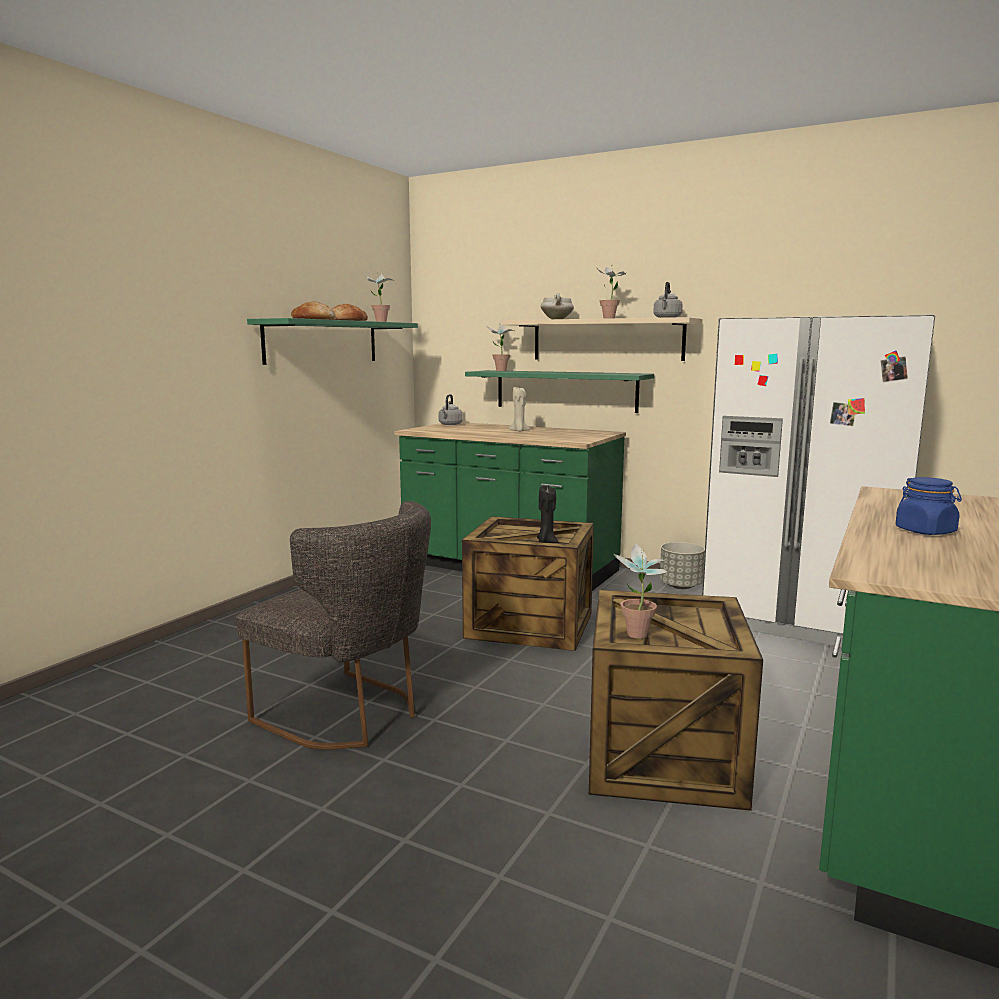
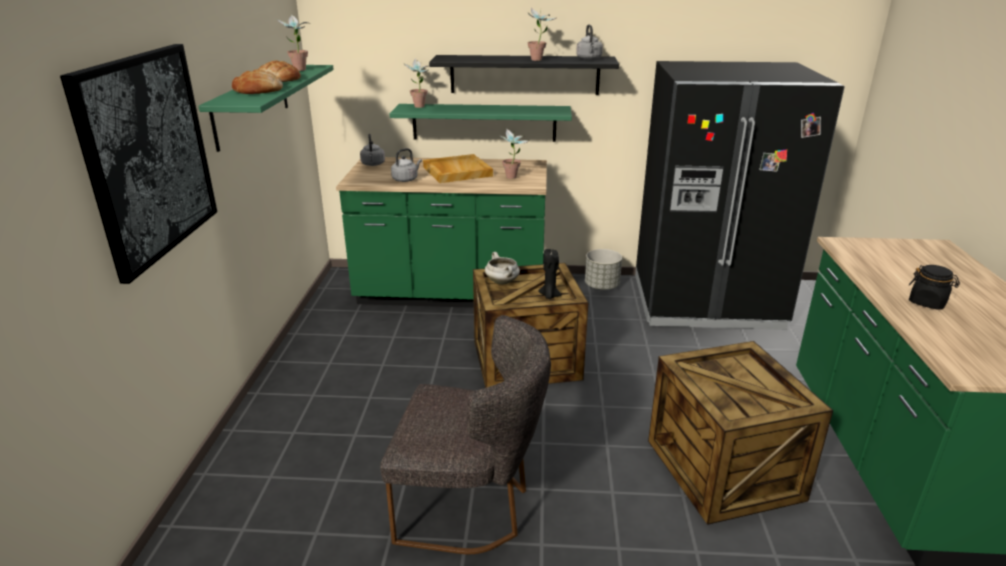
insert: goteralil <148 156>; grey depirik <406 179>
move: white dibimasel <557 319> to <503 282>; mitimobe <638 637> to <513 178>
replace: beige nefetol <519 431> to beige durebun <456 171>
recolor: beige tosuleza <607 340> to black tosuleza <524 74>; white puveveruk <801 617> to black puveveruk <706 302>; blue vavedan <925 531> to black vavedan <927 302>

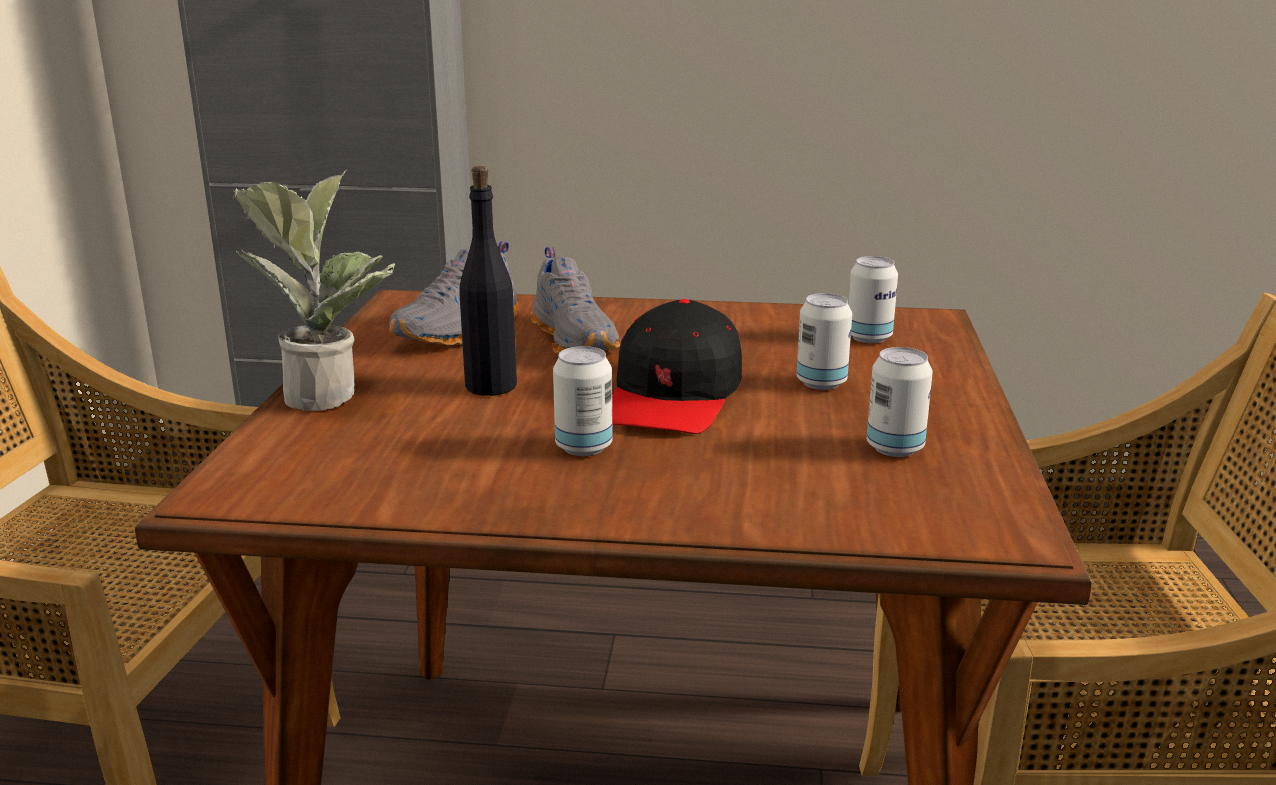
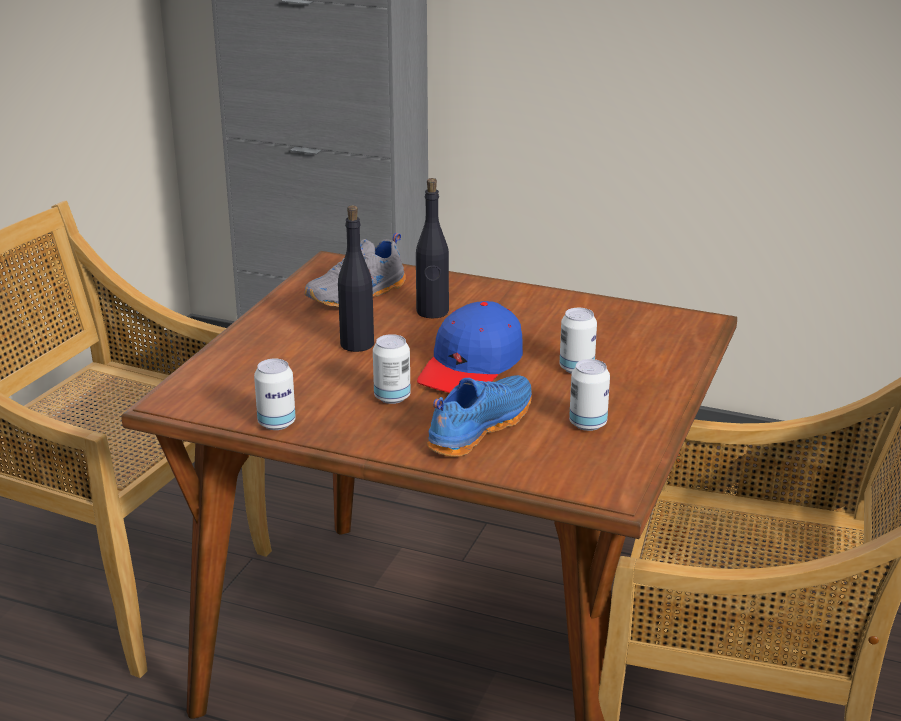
delete: mitimobe <330 391>
insert: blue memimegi <477 428>
move: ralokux <869 337> to <276 423>
replace: grey memimegi <576 339> to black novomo <432 312>
recolor: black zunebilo <675 396> to blue zunebilo <471 367>

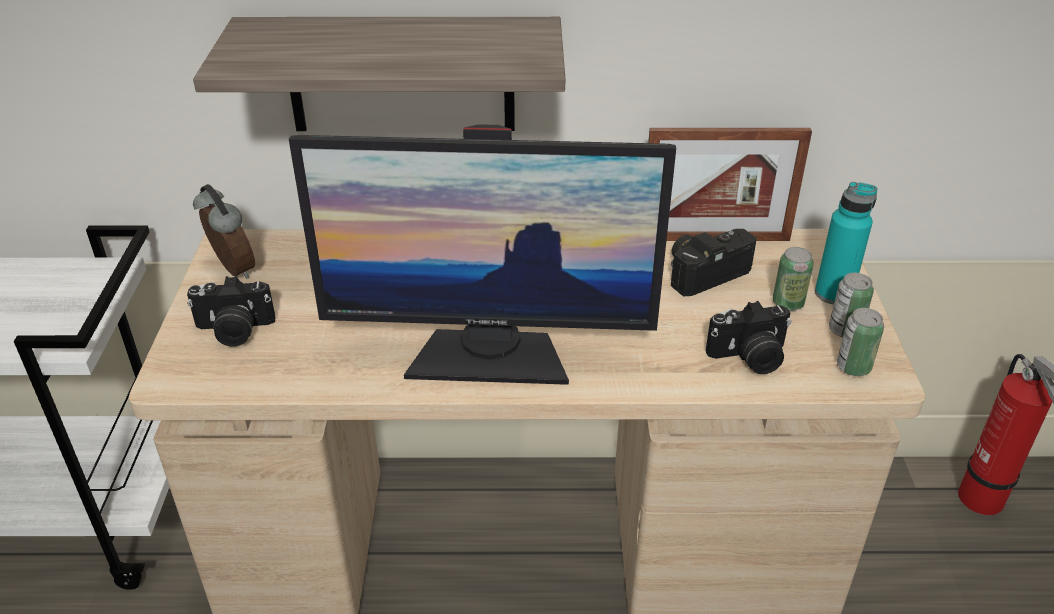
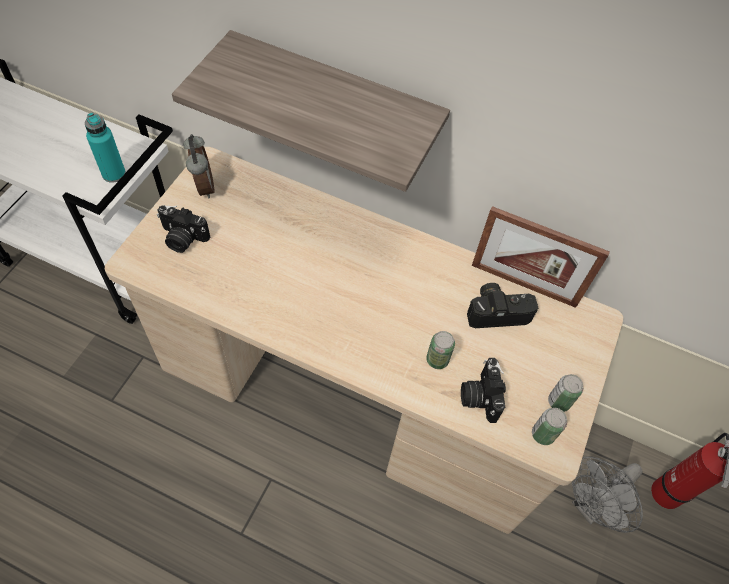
delete: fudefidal <489 354>
insert: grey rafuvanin <590 506>
move: turquoise novomo <833 294> to <114 174>; ralokux <788 303> to <437 360>
rotate: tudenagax <749 358> = <479 396> 75 degrees clockwise

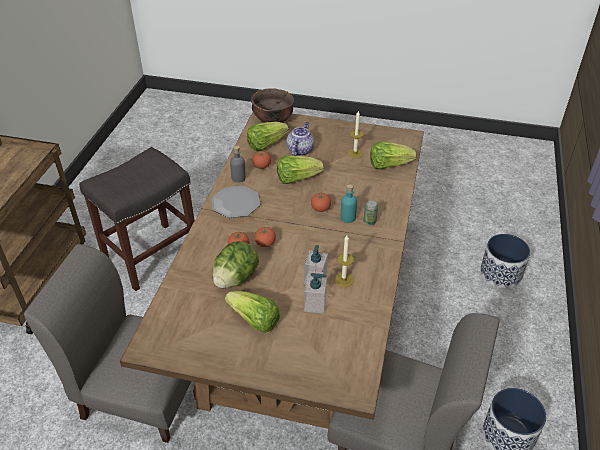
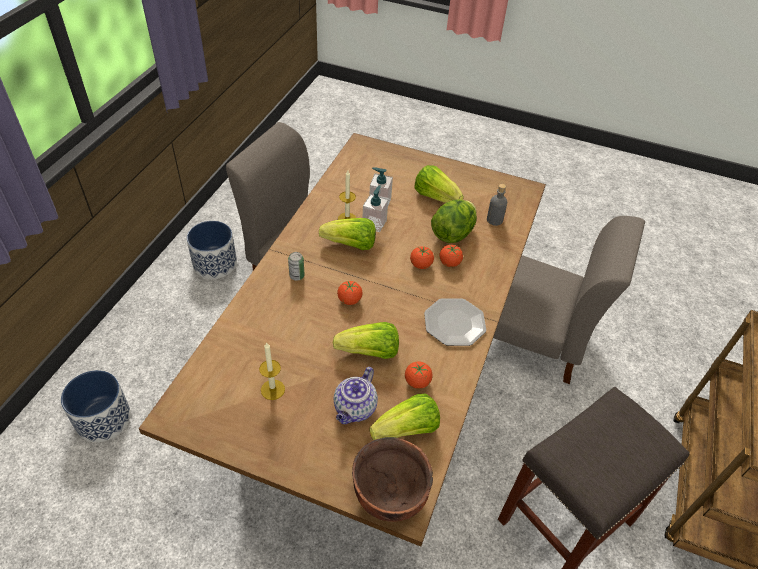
delete: turquoise novomo <348 218>
move: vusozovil <388 165> to <350 245>; grey novomo <238 178> to <494 220>

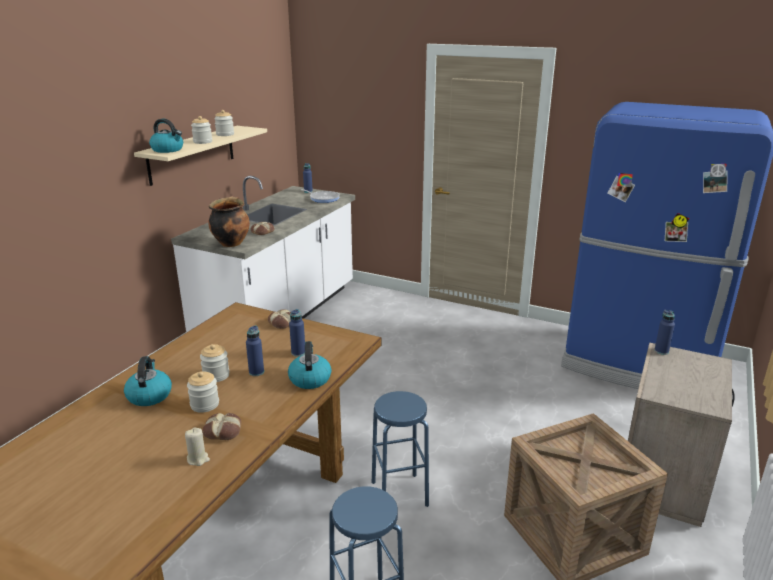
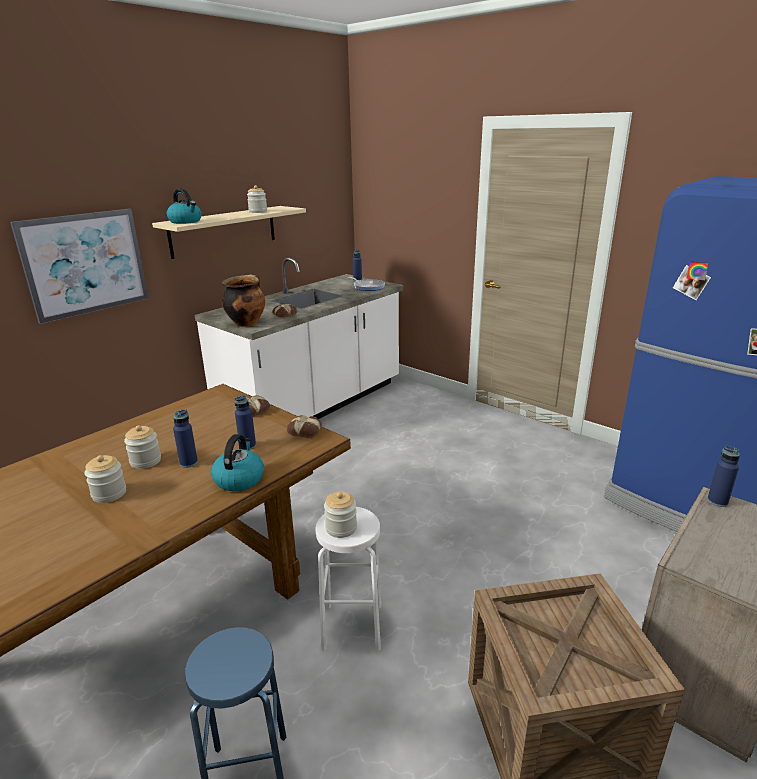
delete: depirik <149 395>; beige nefetol <198 459>
insert: goteralil <85 263>
move: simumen <223 430> to <305 431>; vavedan <203 142> to <341 528>
recolor: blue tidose <399 493> to white tidose <352 627>

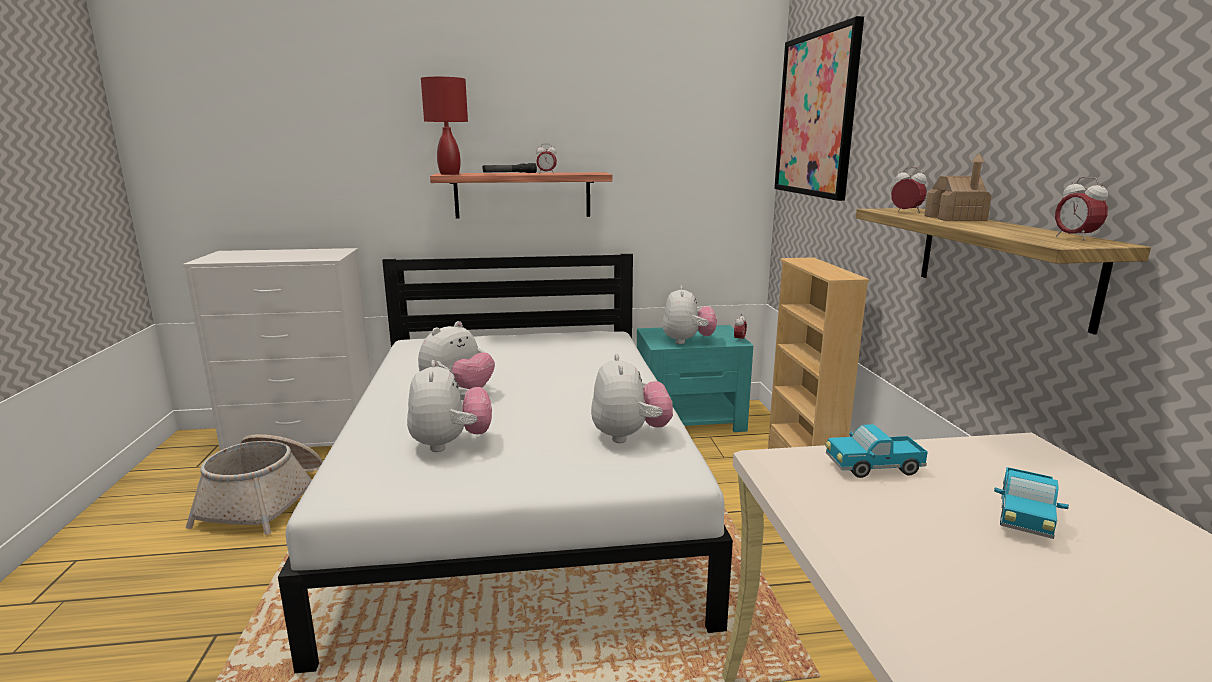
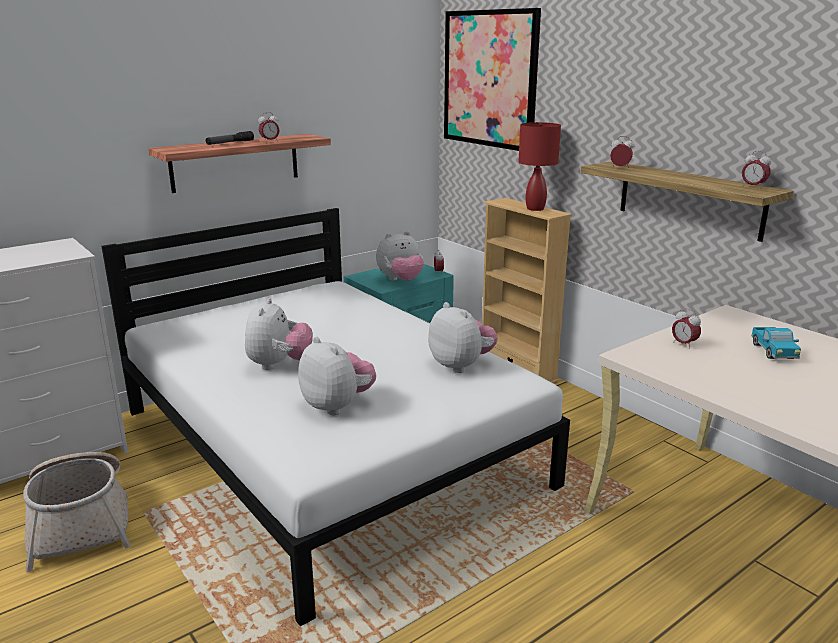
delete: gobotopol <955 218>
move: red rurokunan <450 174> to <535 208>
replace: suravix <872 467> to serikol <683 344>
rotate: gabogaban <687 341> = <400 280> 90 degrees clockwise

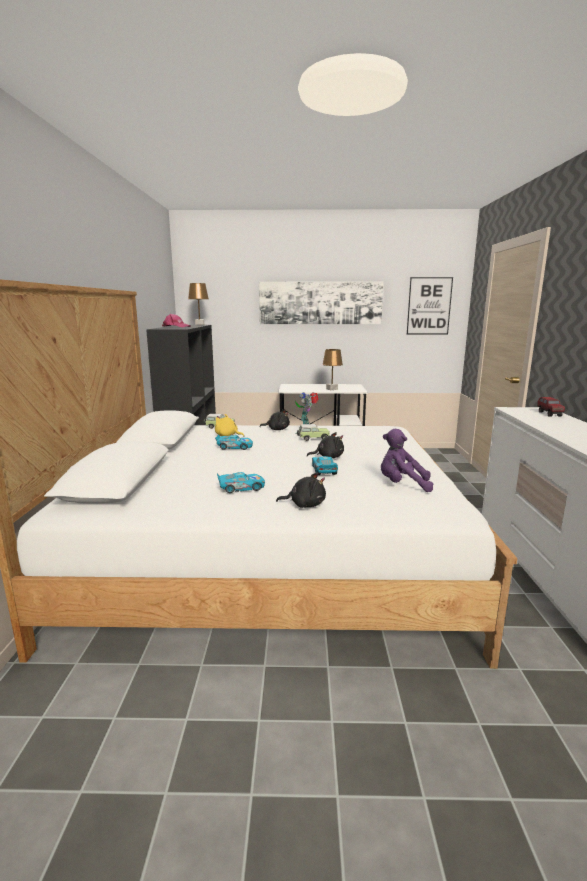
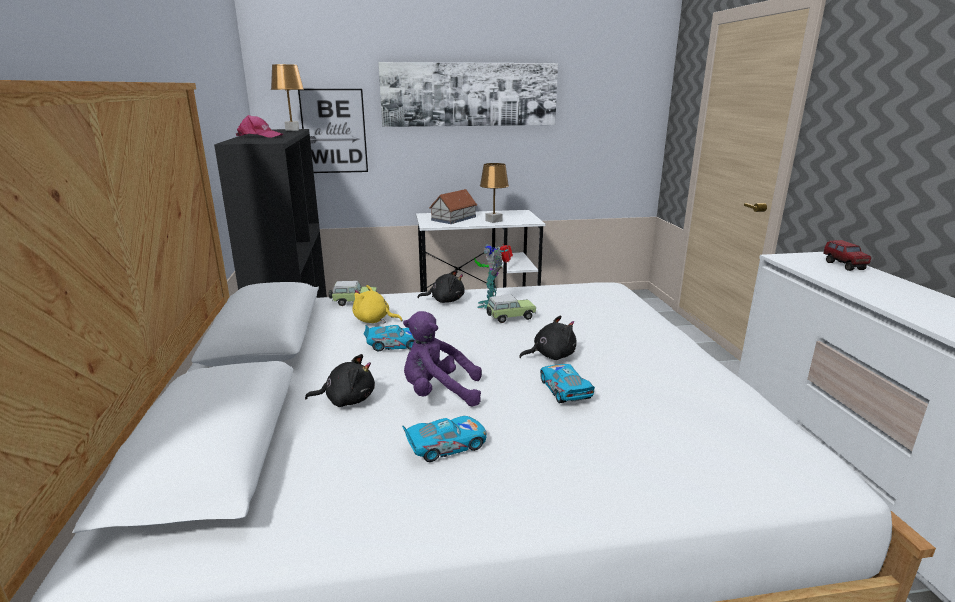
insert: gobotopol <454 218>
move: goteralil <429 306> to <334 131>; black gabogaban <305 505> to <347 400>; purple gabogaban <402 485> to <439 393>

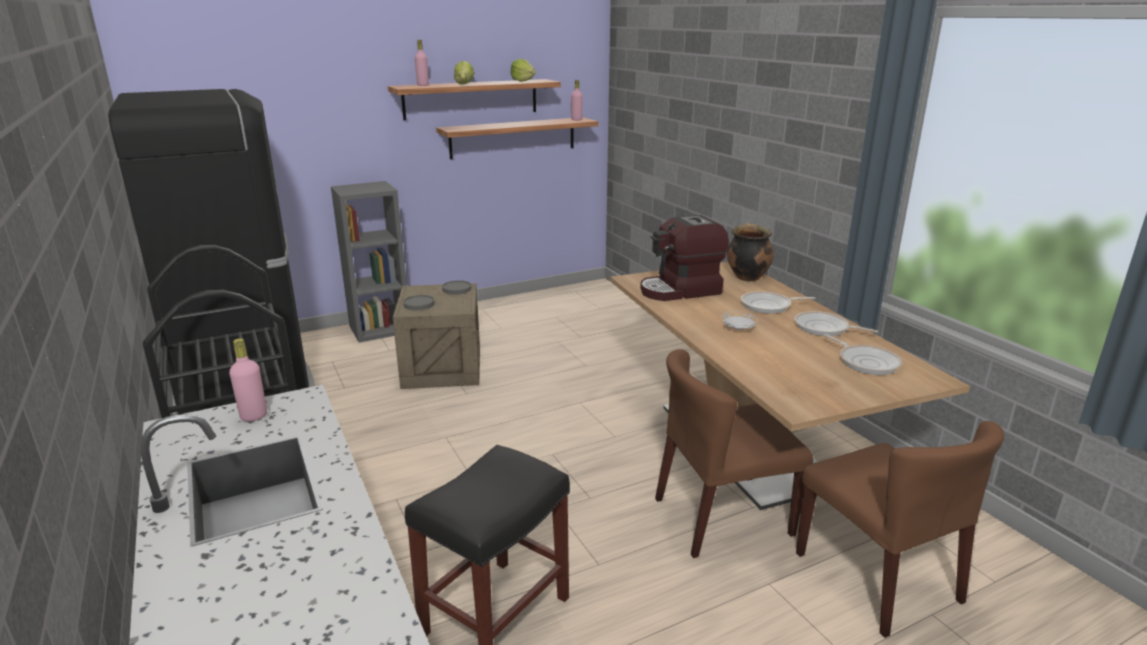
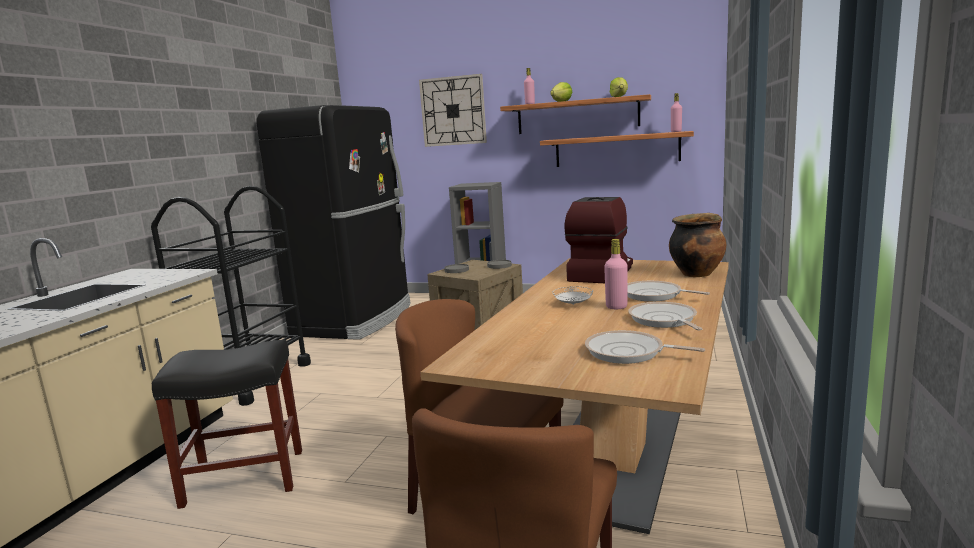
insert: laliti <453 111>
move: pink novomo <253 416> to <616 307>
rotate: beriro <680 290> = <600 273> 90 degrees clockwise; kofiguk <866 362> = <628 353> 105 degrees clockwise

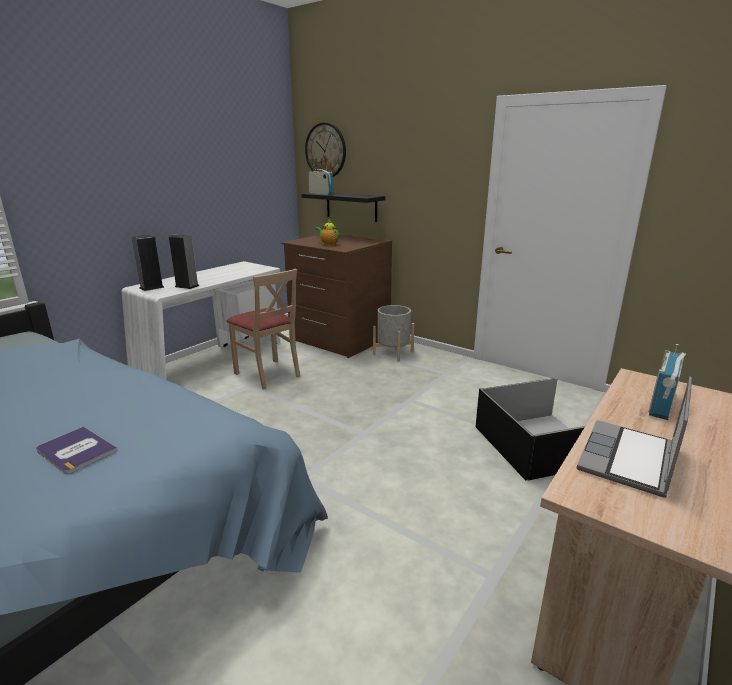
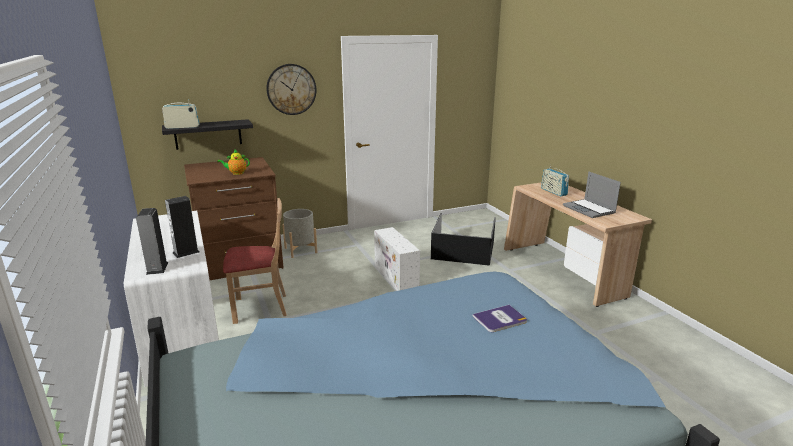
insert: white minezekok <396 278>
move: laliti <326 150> to <291 89>

